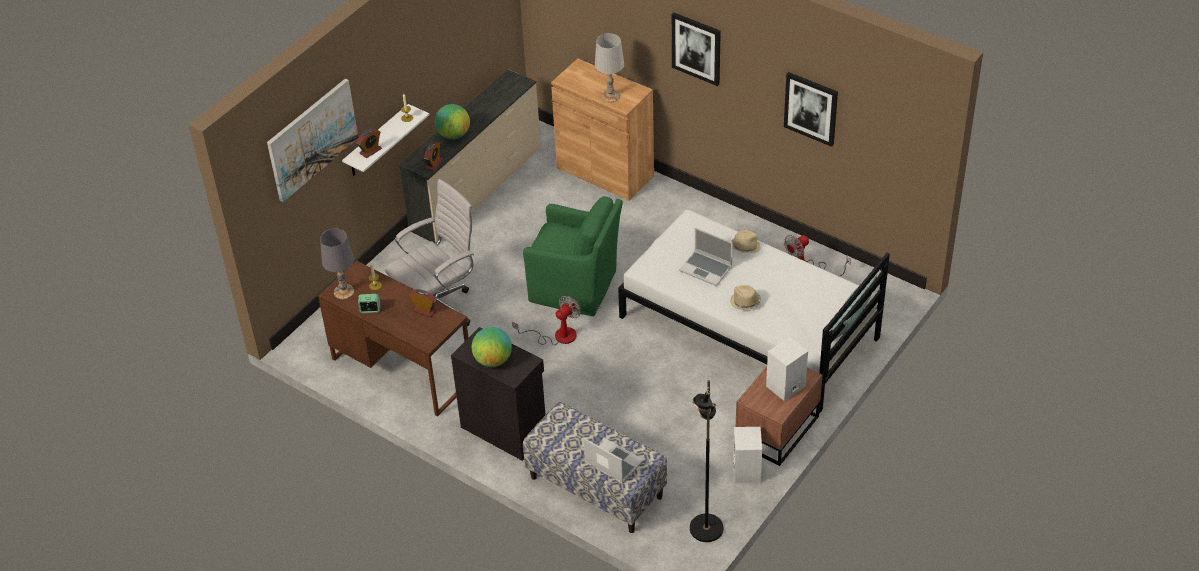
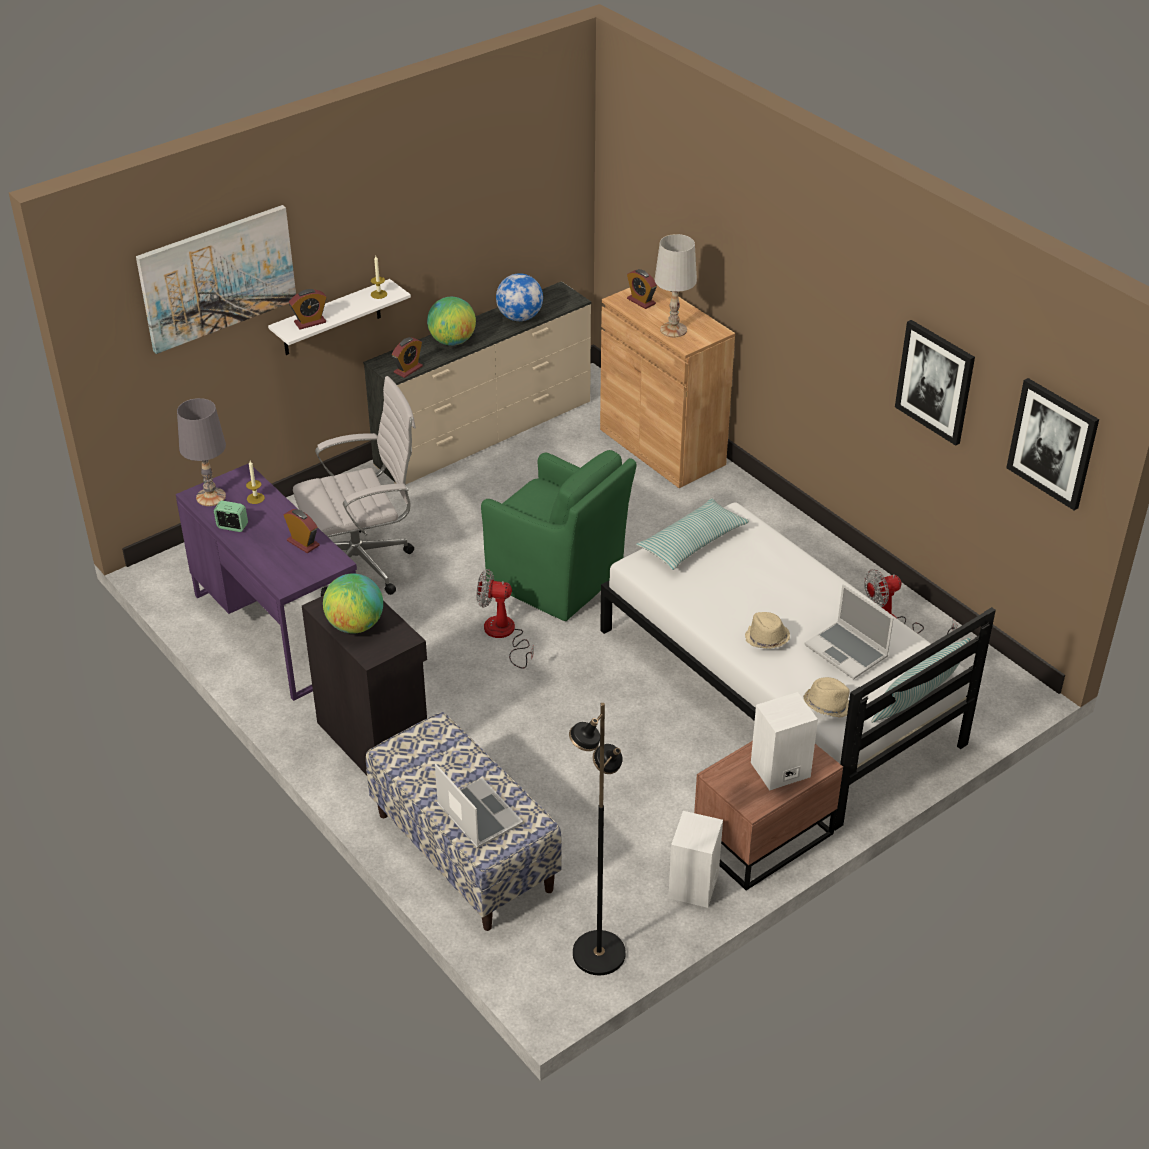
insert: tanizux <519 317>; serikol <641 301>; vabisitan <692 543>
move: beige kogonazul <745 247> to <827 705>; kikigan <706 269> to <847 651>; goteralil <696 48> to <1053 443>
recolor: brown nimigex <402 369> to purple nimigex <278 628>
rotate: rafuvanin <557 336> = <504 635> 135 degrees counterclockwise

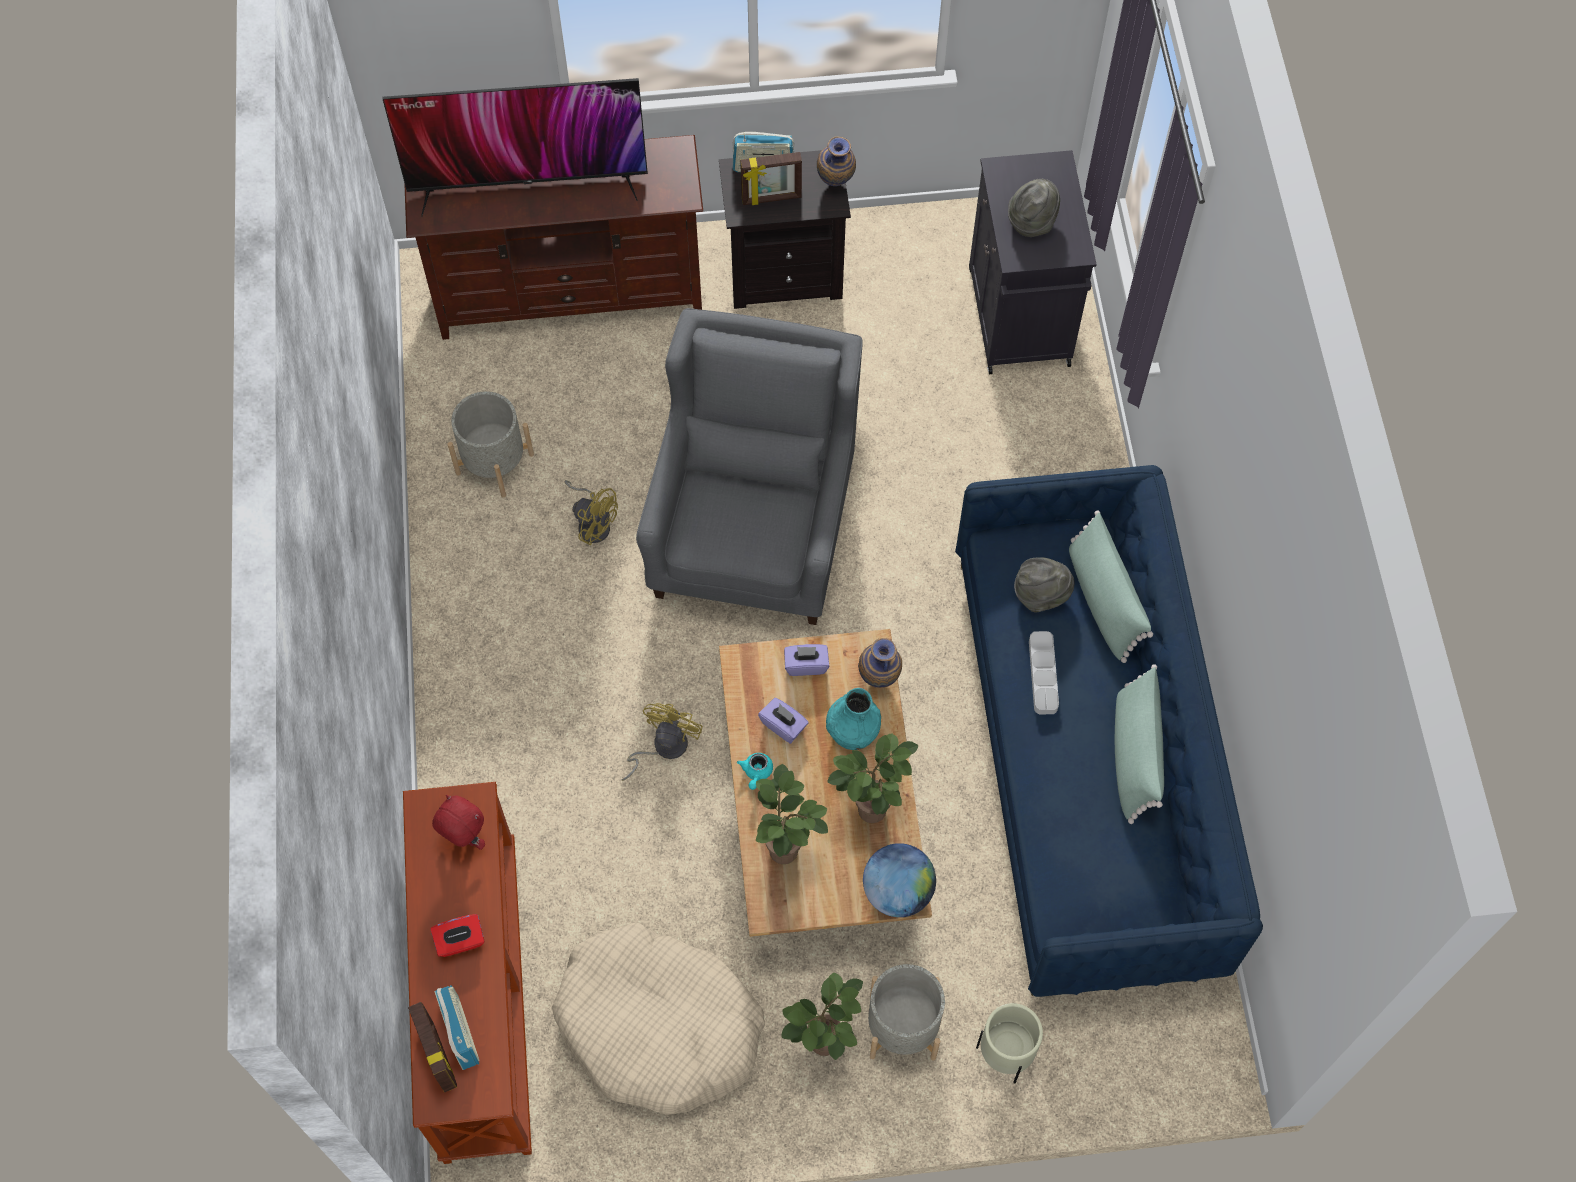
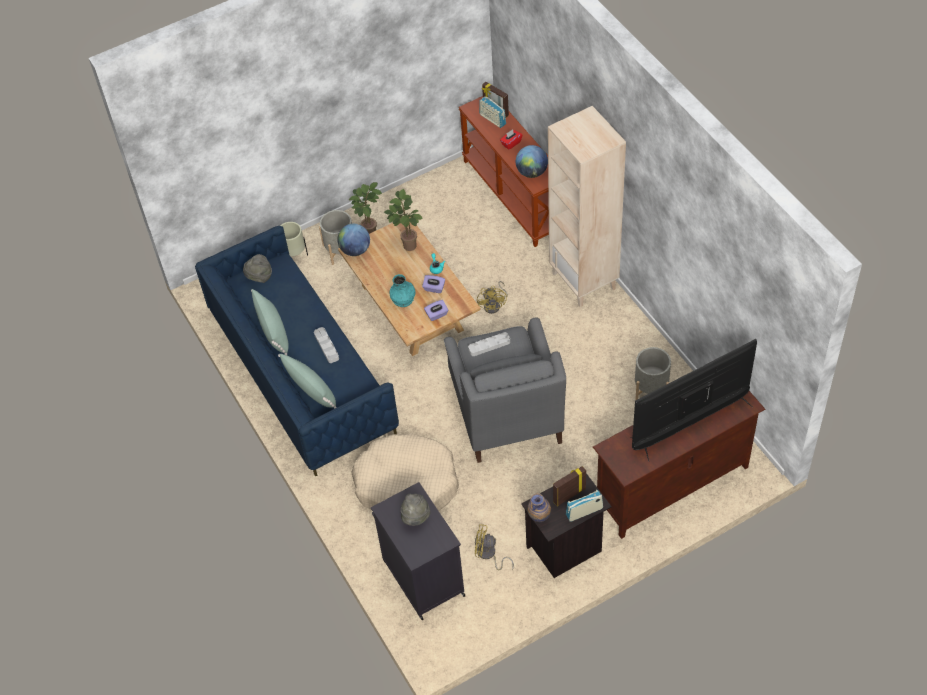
delete: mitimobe <870 814>; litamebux <879 679>
insert: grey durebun <489 345>; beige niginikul <584 281>
move: grey kogonazul <1040 594> to <259 277>; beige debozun <659 1026> to <406 483>; yellow rafuvanin <593 523> to <488 555>
replace: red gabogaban <464 839> to tanizux <532 172>

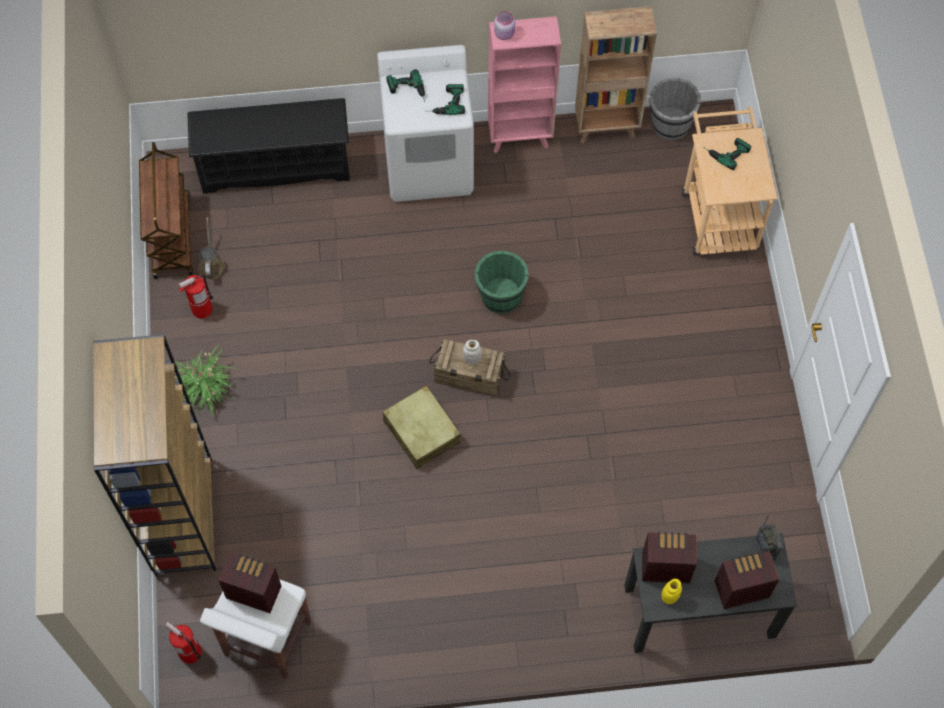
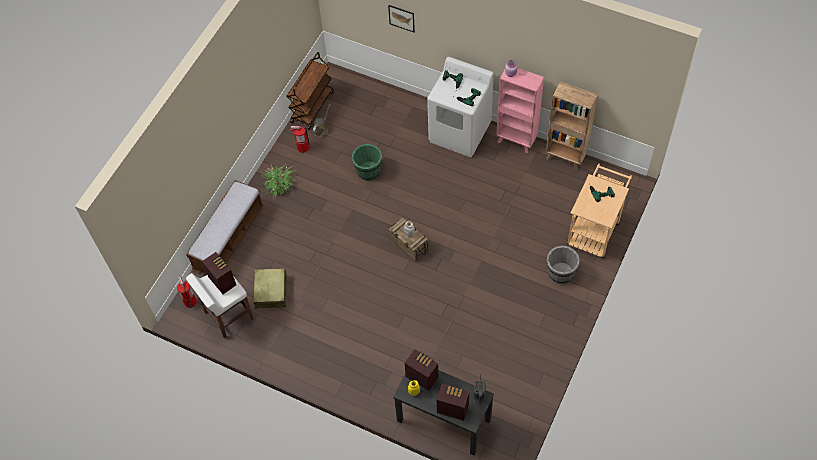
delete: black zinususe <275 165>
insert: goteralil <401 18>
move: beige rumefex <421 432> to <271 291>; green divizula <500 296> to <368 171>; grey divizula <670 124> to <560 273>
replace: brown niginikul <182 516> to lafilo <229 238>

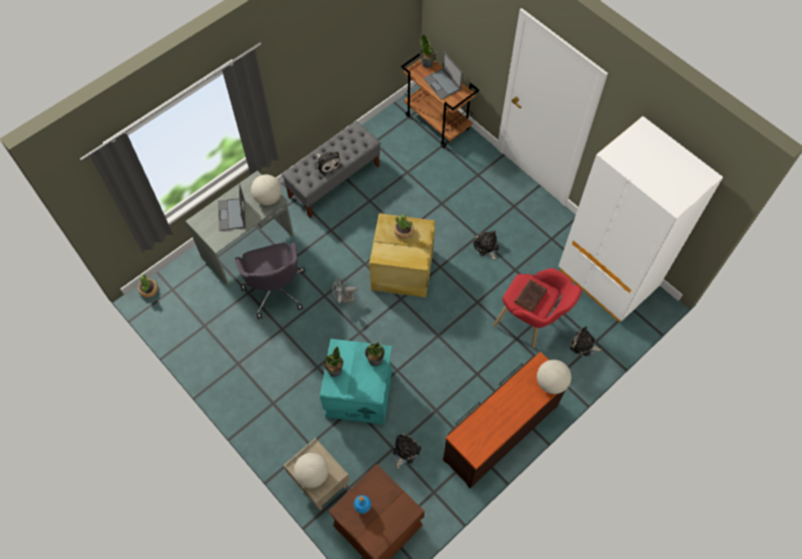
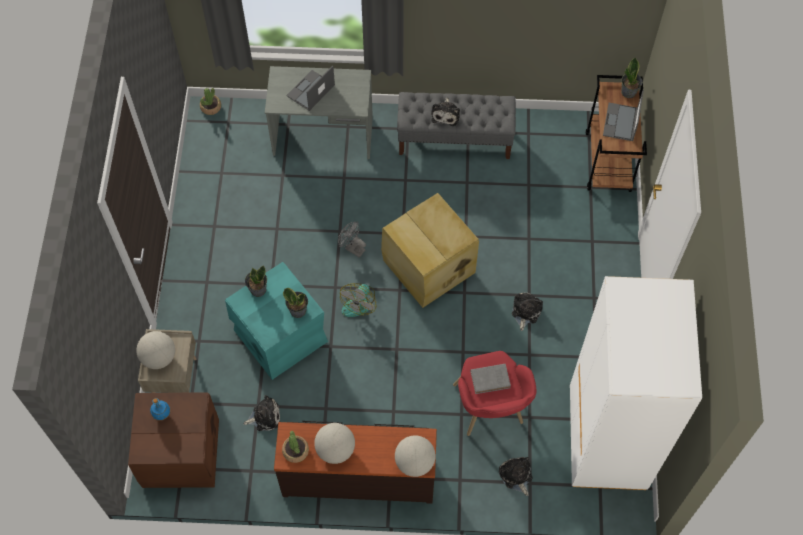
delete: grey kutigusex <275 289>
insert: rafuvanin <359 302>
move: mitimobe <404 231> to <296 451>; tanizux <268 198> to <335 450>
recolor: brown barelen <531 296> to grey barelen <491 379>

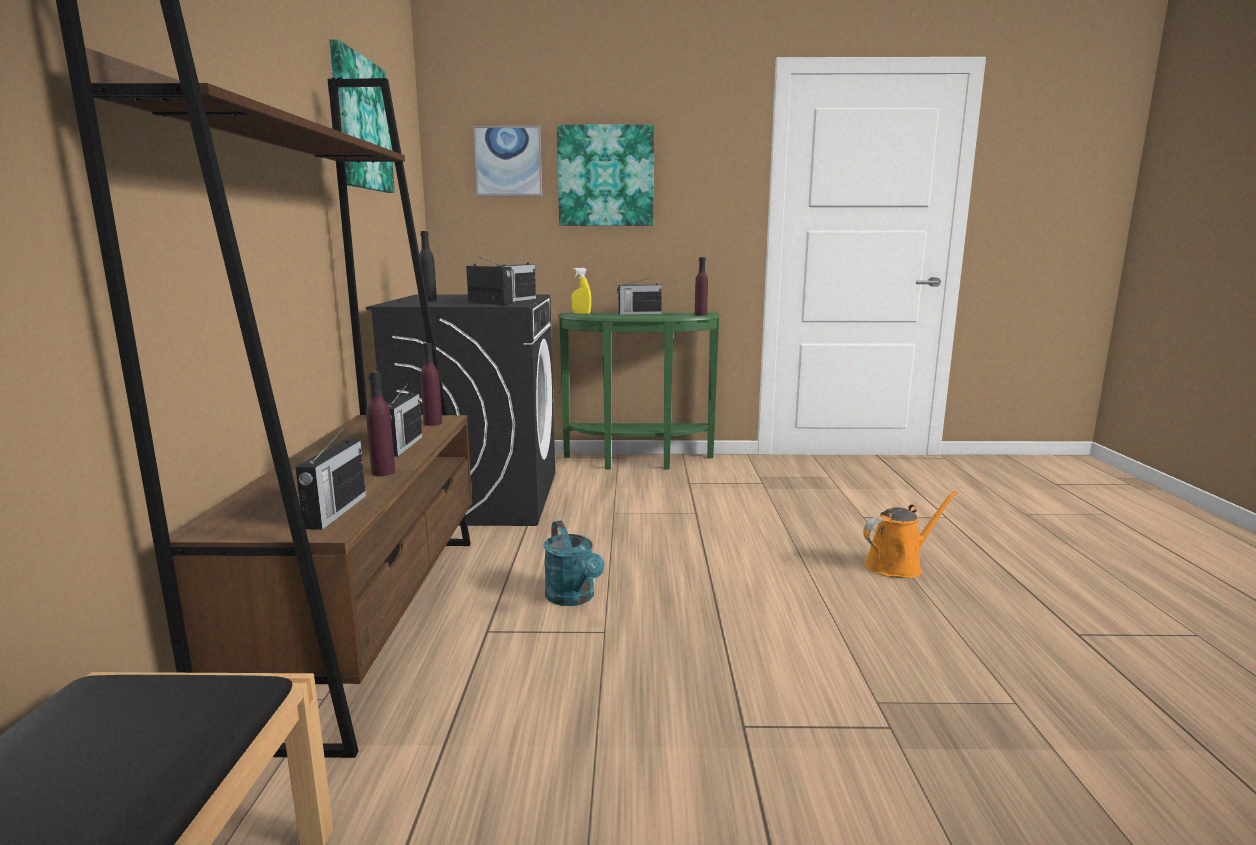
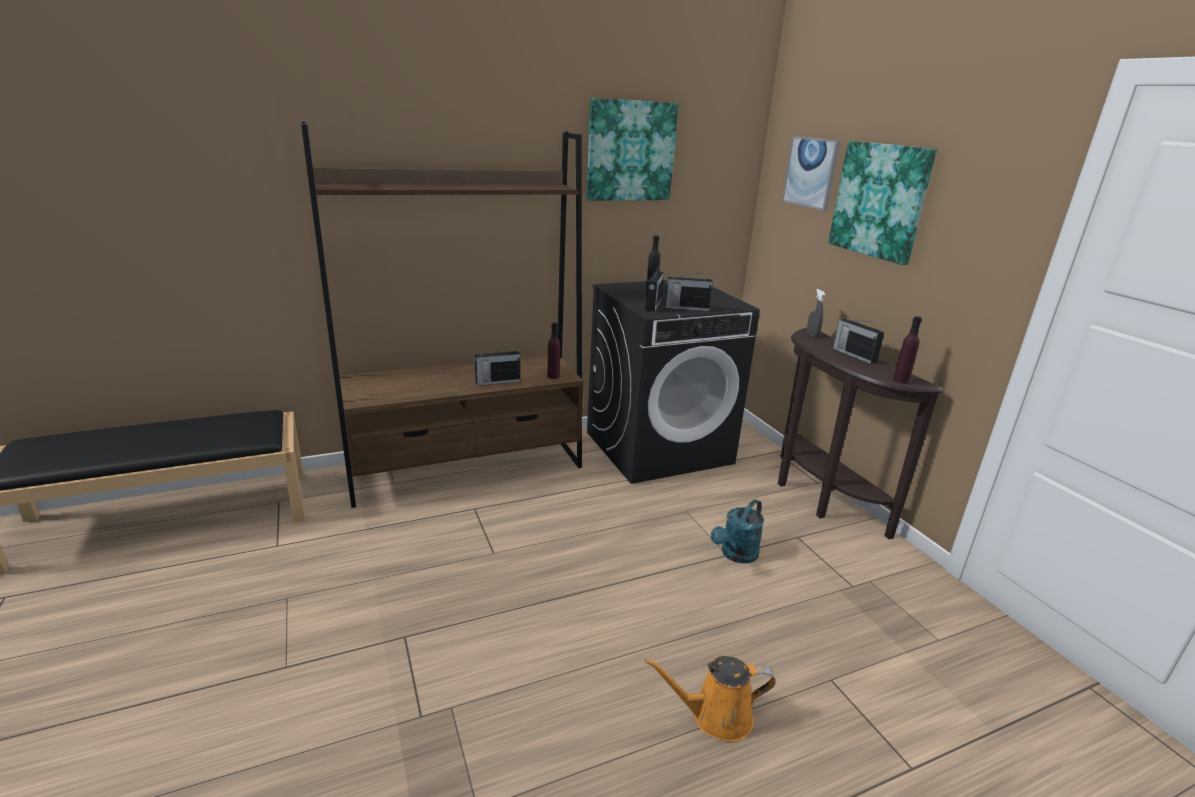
delete: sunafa <335 512>; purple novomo <383 472>
move: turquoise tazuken <573 598> to <736 555>
recolor: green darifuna <638 462> to brown darifuna <817 497>; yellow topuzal <581 313> to grey topuzal <812 335>
rotate: orange tazuken <897 565> = <715 716> 135 degrees clockwise

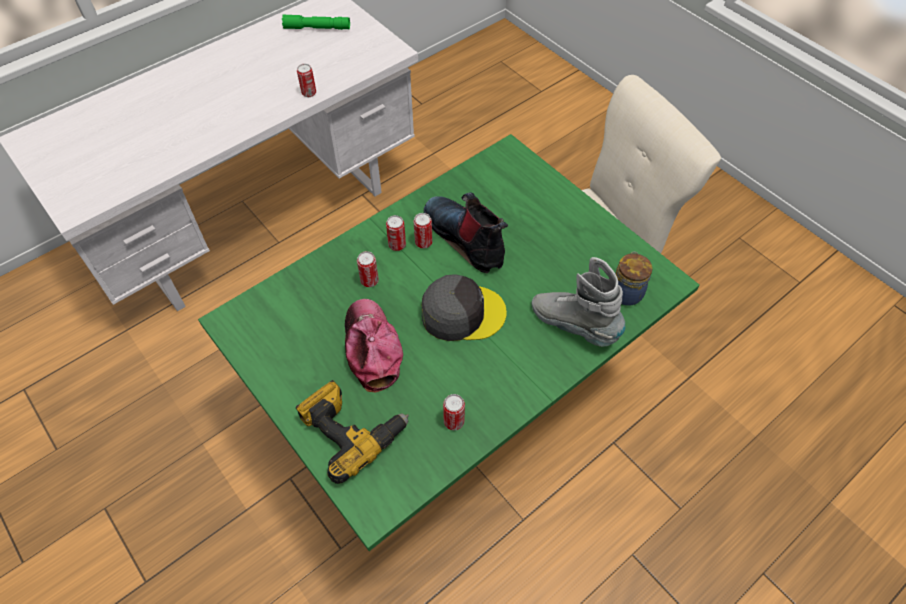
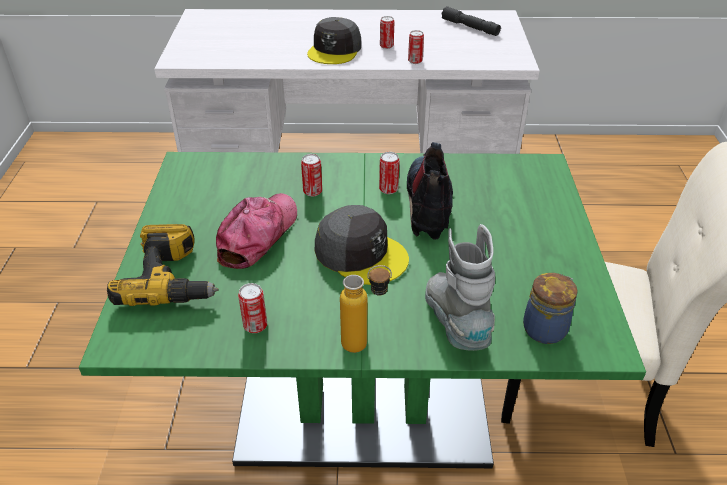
insert: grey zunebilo <335 50>; novomo <365 343>
move: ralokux <397 245> to <386 46>
recolor: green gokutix <317 28> to grey gokutix <470 27>

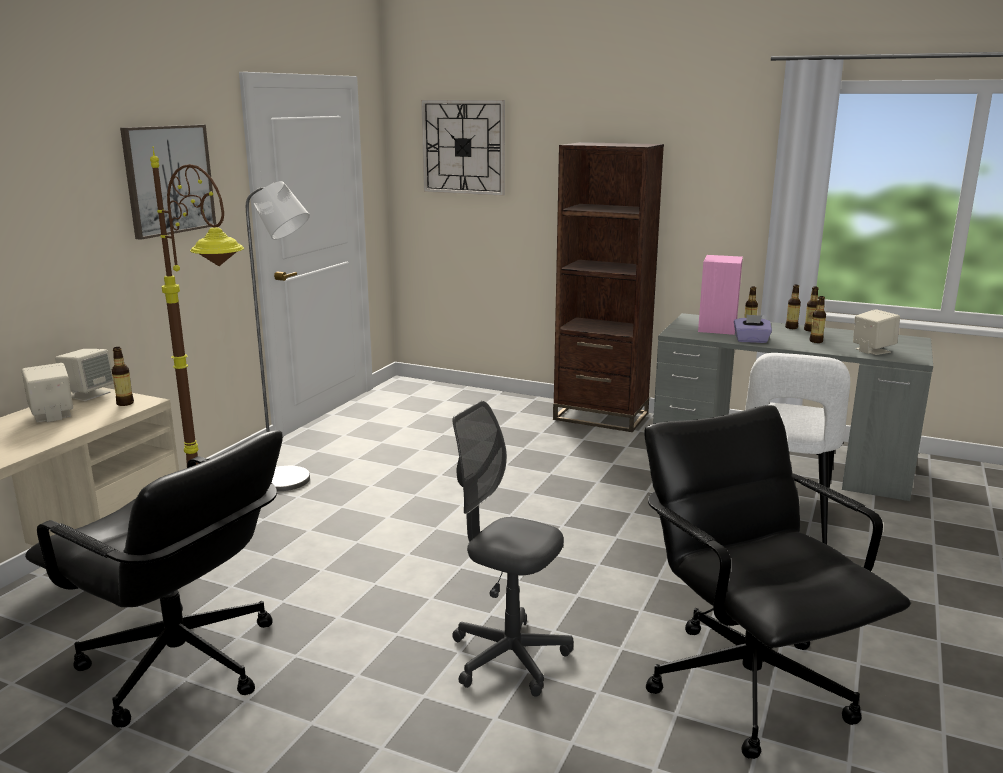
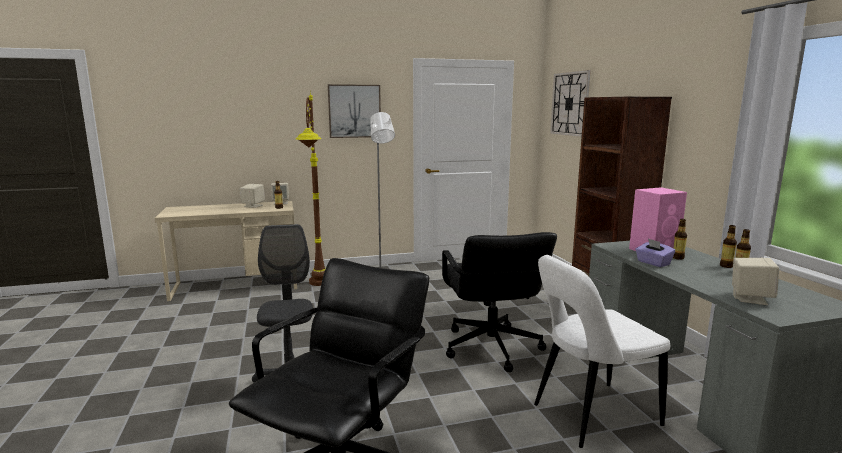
delete: novomo <816 341>
move: black kutigusex <180 665> to <491 348>

